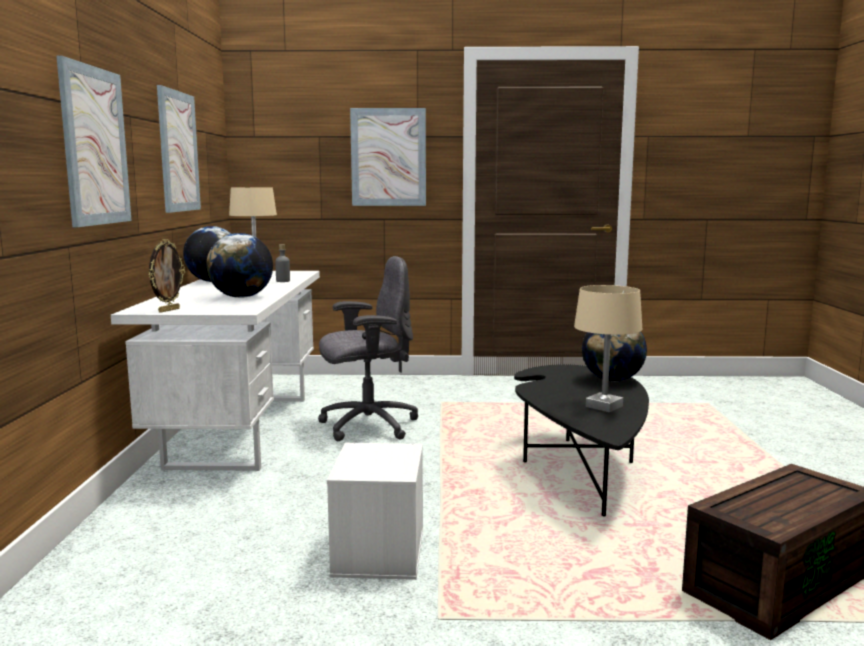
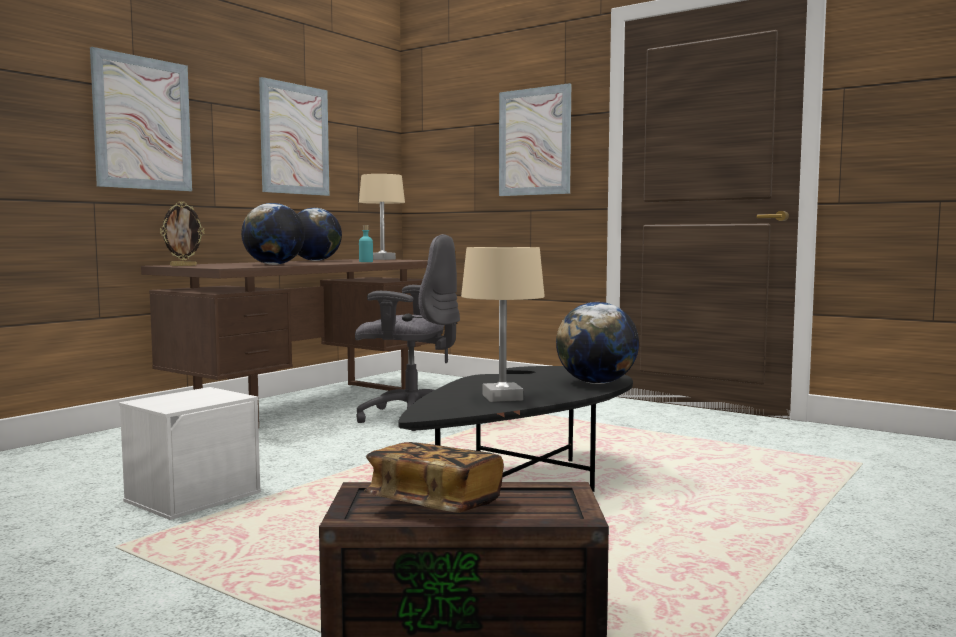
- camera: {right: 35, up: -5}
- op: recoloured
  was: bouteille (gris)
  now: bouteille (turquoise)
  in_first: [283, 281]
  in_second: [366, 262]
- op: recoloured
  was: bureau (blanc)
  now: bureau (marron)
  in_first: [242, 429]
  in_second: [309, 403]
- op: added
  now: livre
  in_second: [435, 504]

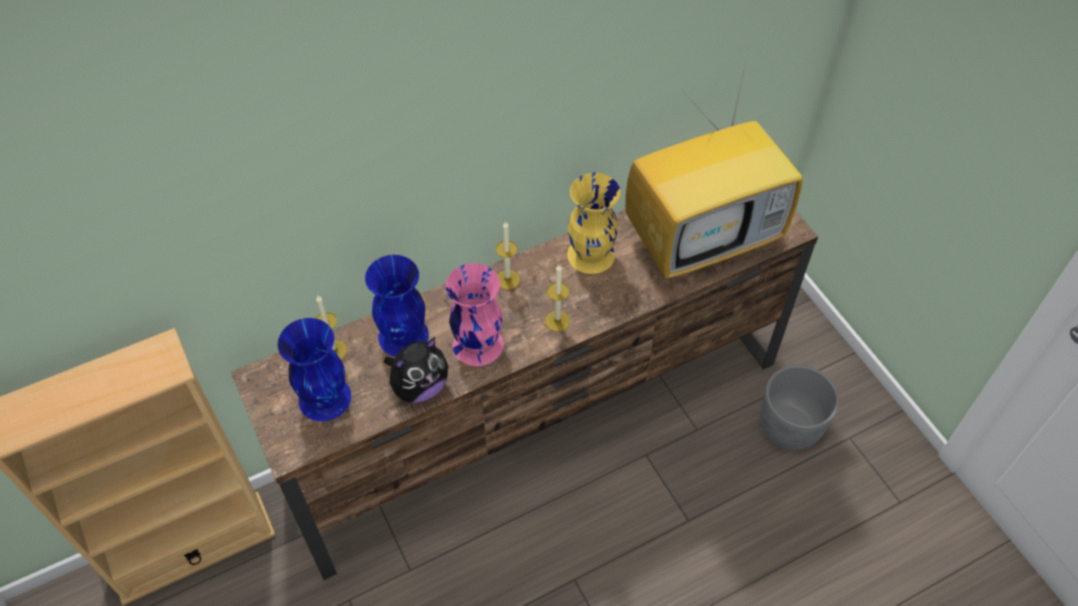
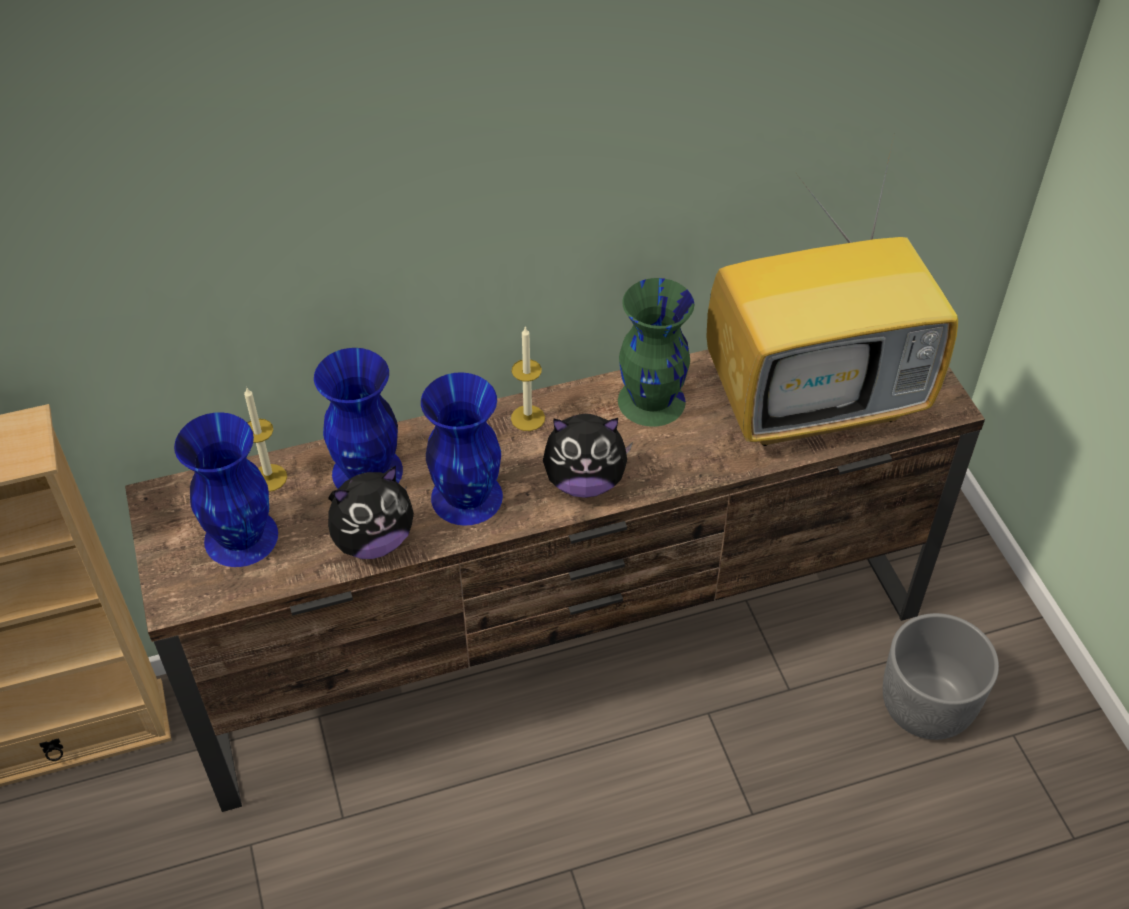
- camera: {right: 10, up: -5}
- op: recoloured
  was: vase (jaune)
  now: vase (vert)
  in_first: [591, 255]
  in_second: [652, 402]
- op: recoloured
  was: vase (rose)
  now: vase (bleu)
  in_first: [477, 343]
  in_second: [466, 495]
- op: replaced
  was: bougie
  now: peluche
  in_first: [557, 321]
  in_second: [584, 481]

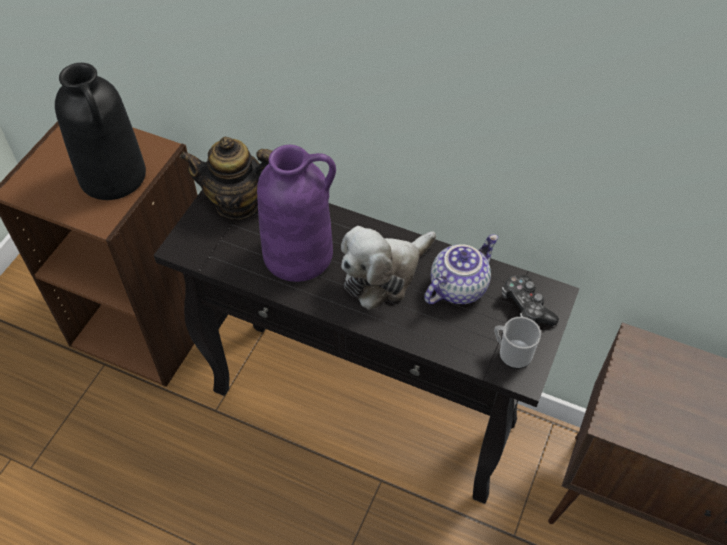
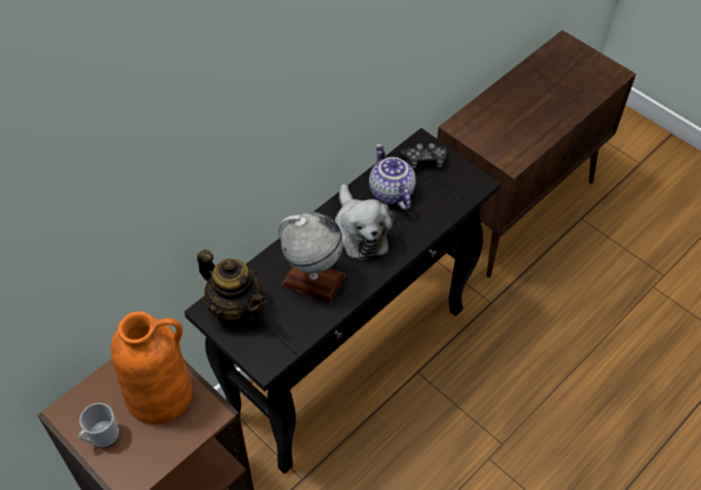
- camera: {right: -70, up: 0}
- op: recoloured
  was: vase (noir)
  now: vase (orange)
  in_first: [114, 176]
  in_second: [160, 394]
- op: turned
  was: théière
  in_first: [238, 202]
  in_second: [236, 308]
  clockwise: -75
- op: replaced
  was: vase (violet)
  now: globe
  in_first: [299, 253]
  in_second: [313, 280]
- op: moved
  was: mug
  in_first: [511, 353]
  in_second: [101, 437]

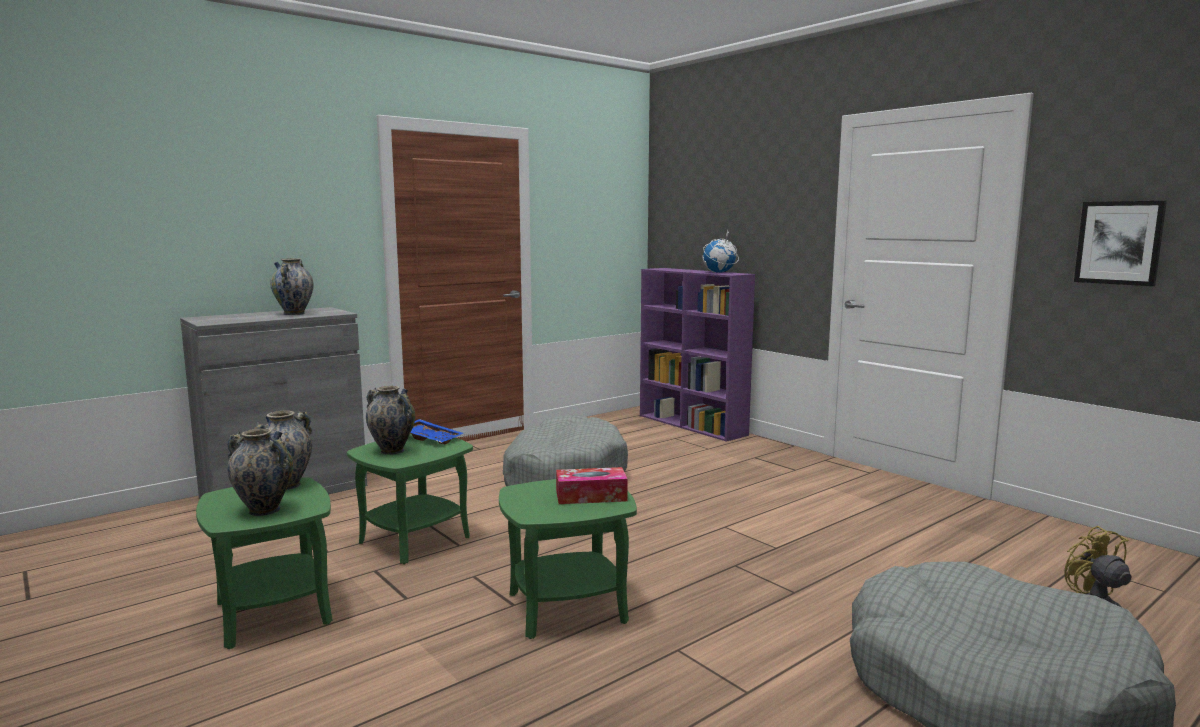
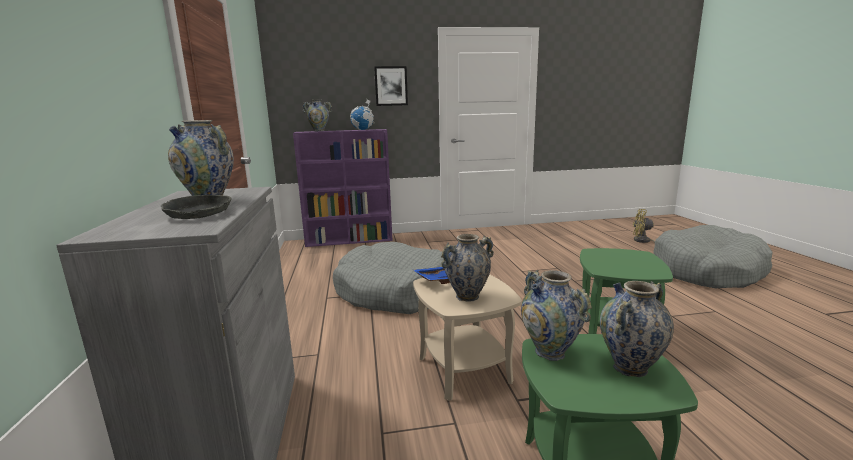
- camera: {right: -60, up: 5}
- op: moved
  was: tableau
  in_first: [1119, 242]
  in_second: [391, 86]
- op: recoloured
  was: table d'appoint (vert)
  now: table d'appoint (beige)
  in_first: [415, 540]
  in_second: [464, 370]
- op: removed
  was: boîte à mouchoirs
  in_first: [591, 496]
- op: added
  now: vase
  in_second: [319, 131]
- op: added
  now: bol (gris)
  in_second: [198, 215]

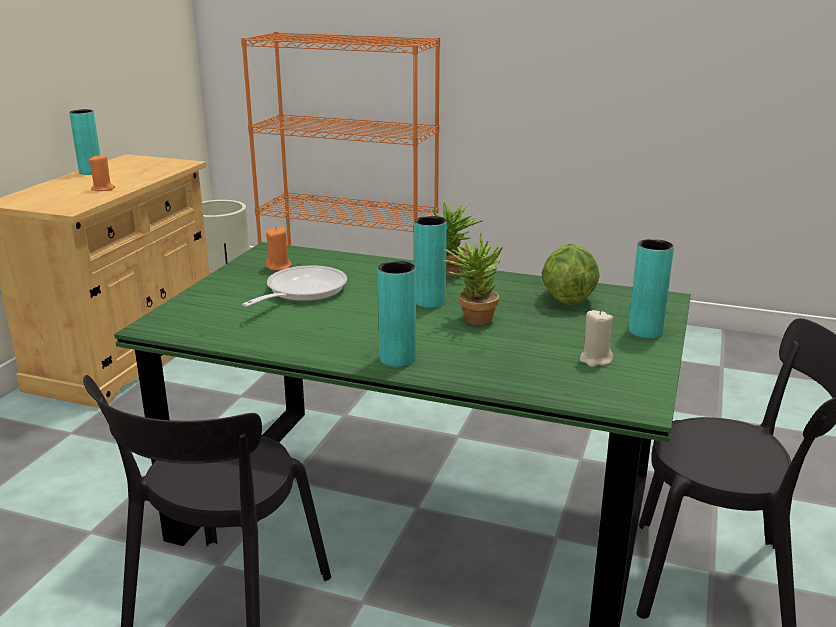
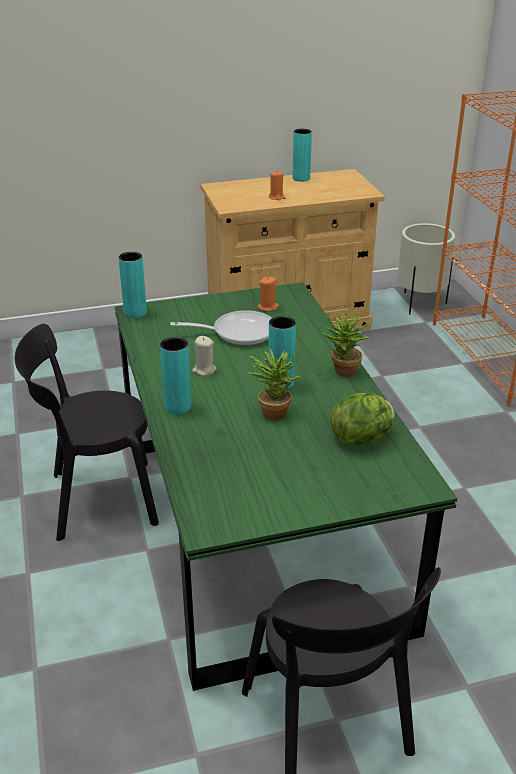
- camera: {right: 55, up: 10}
- op: moved
  was: vase (turquoise)
  in_first: [645, 331]
  in_second: [135, 313]
- op: moved
  was: bougie (beige)
  in_first: [595, 360]
  in_second: [204, 370]

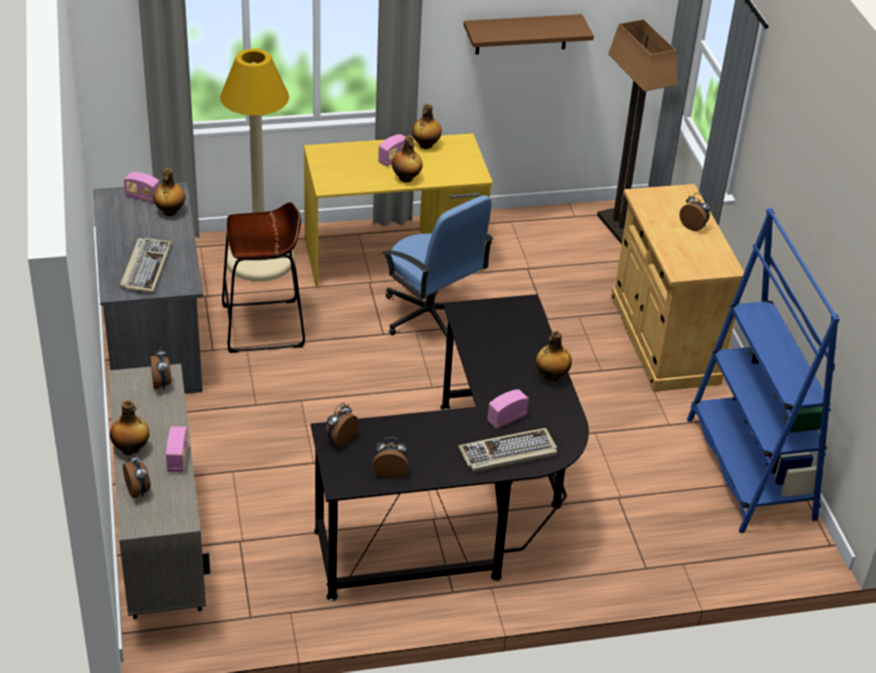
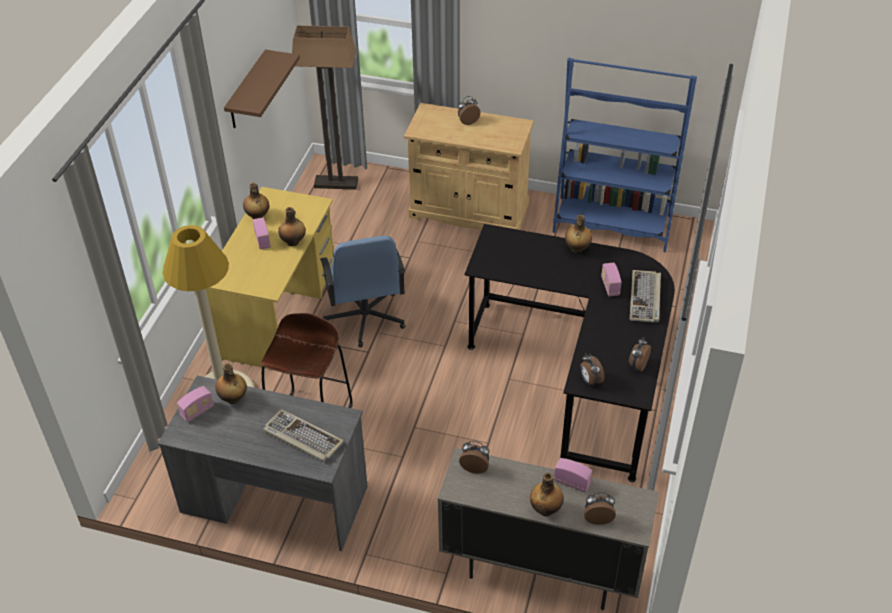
- camera: {right: -60, up: 5}
- op: turned
  was: chaise de bureau (bleu)
  in_first: [430, 316]
  in_second: [365, 318]
  clockwise: 90

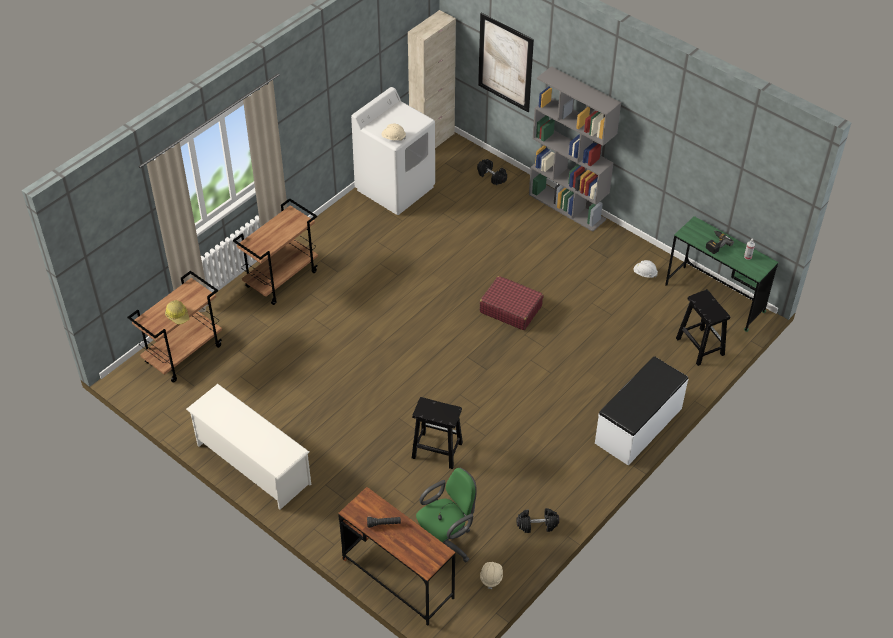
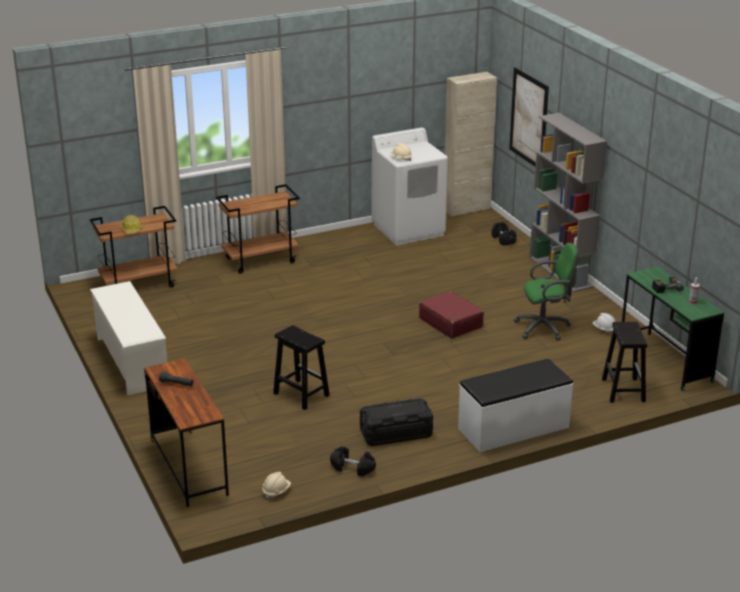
- camera: {right: 25, up: -20}
- op: moved
  was: chaise de bureau (vert)
  in_first: [445, 543]
  in_second: [545, 328]
- op: added
  now: boîte de rangement (noir)
  in_second: [395, 433]

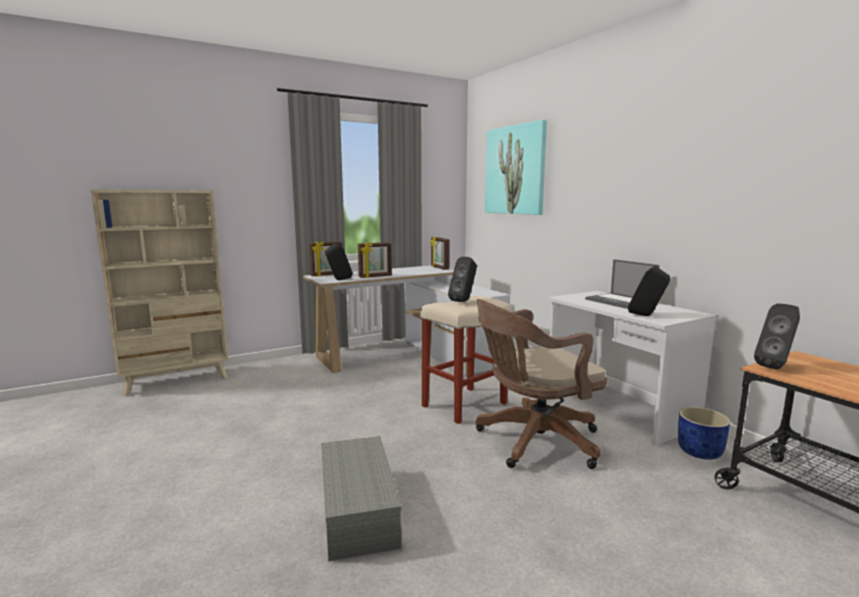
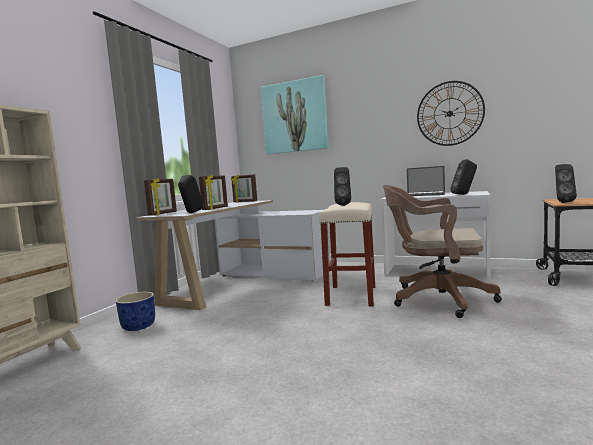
- camera: {right: -35, up: -5}
- op: turned
  was: chaise de bureau (marron)
  in_first: [533, 442]
  in_second: [436, 299]
  clockwise: 75
- op: moved
  was: cache-pot (bleu)
  in_first: [699, 452]
  in_second: [138, 326]
- op: removed
  was: boîte de rangement (gris)
  in_first: [356, 509]
- op: added
  now: horloge murale
  in_second: [449, 113]

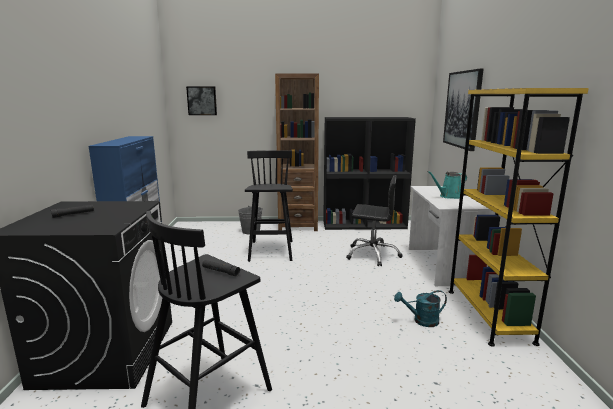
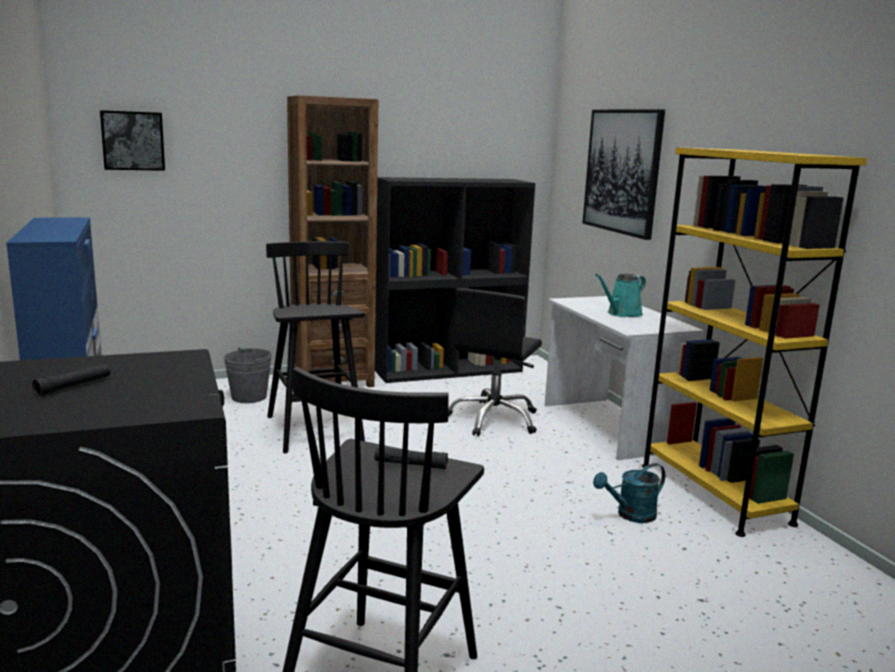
- camera: {right: -20, up: 0}
- op: turned
  was: chaise de bureau (noir)
  in_first: [372, 254]
  in_second: [494, 419]
  clockwise: 120

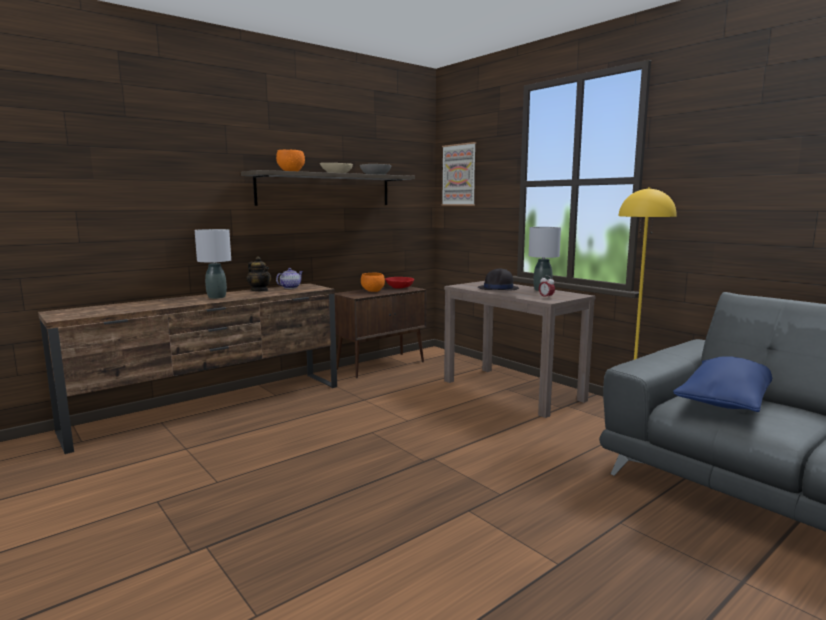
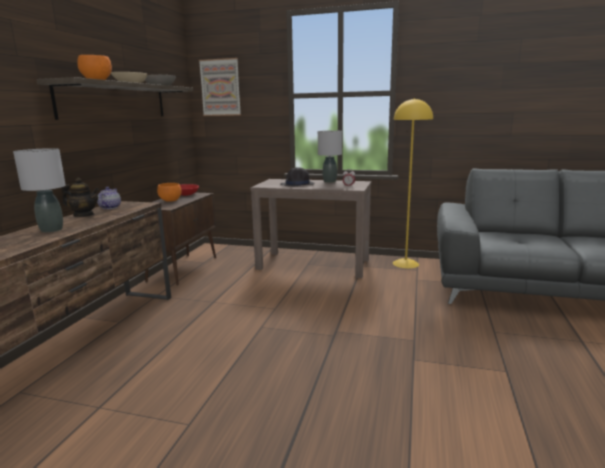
- camera: {right: -35, up: 5}
- op: removed
  was: coussin (bleu)
  in_first: [725, 401]

